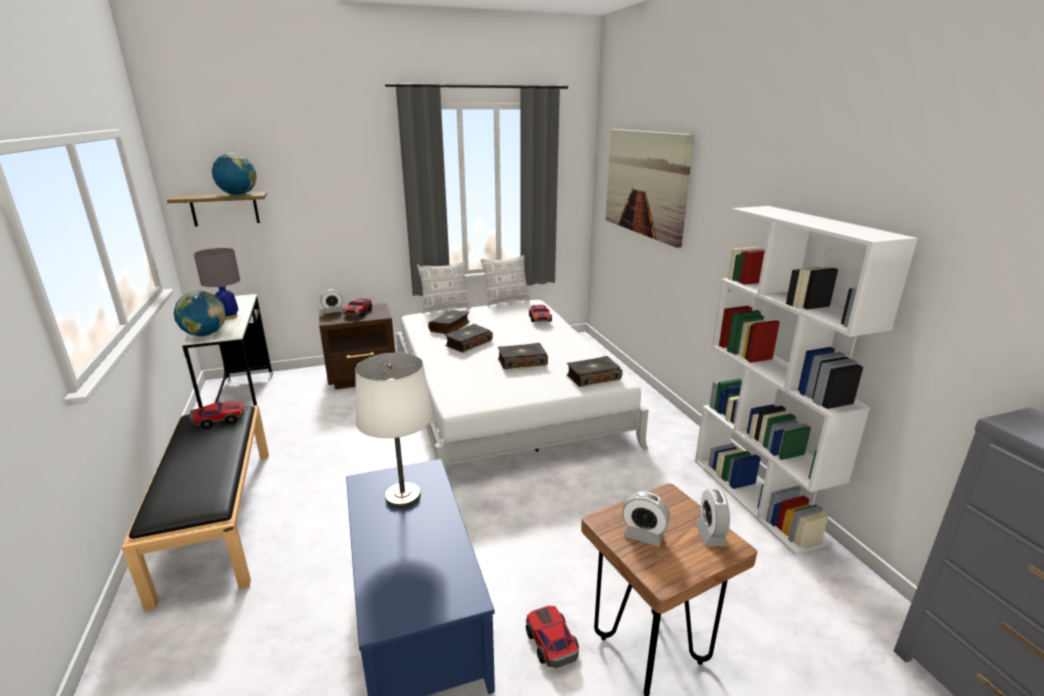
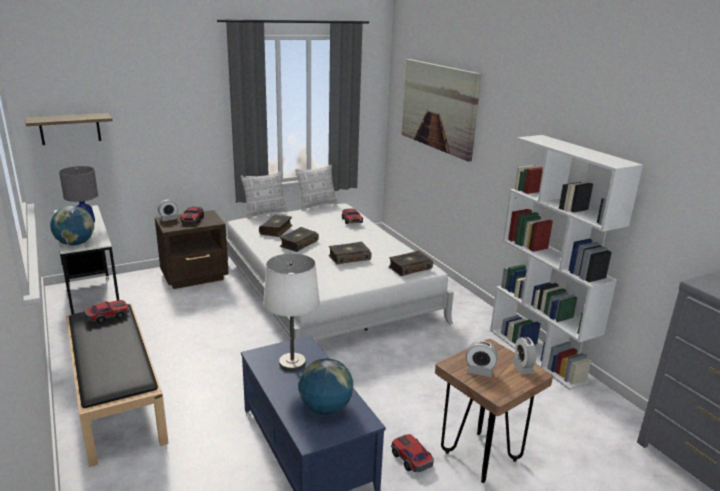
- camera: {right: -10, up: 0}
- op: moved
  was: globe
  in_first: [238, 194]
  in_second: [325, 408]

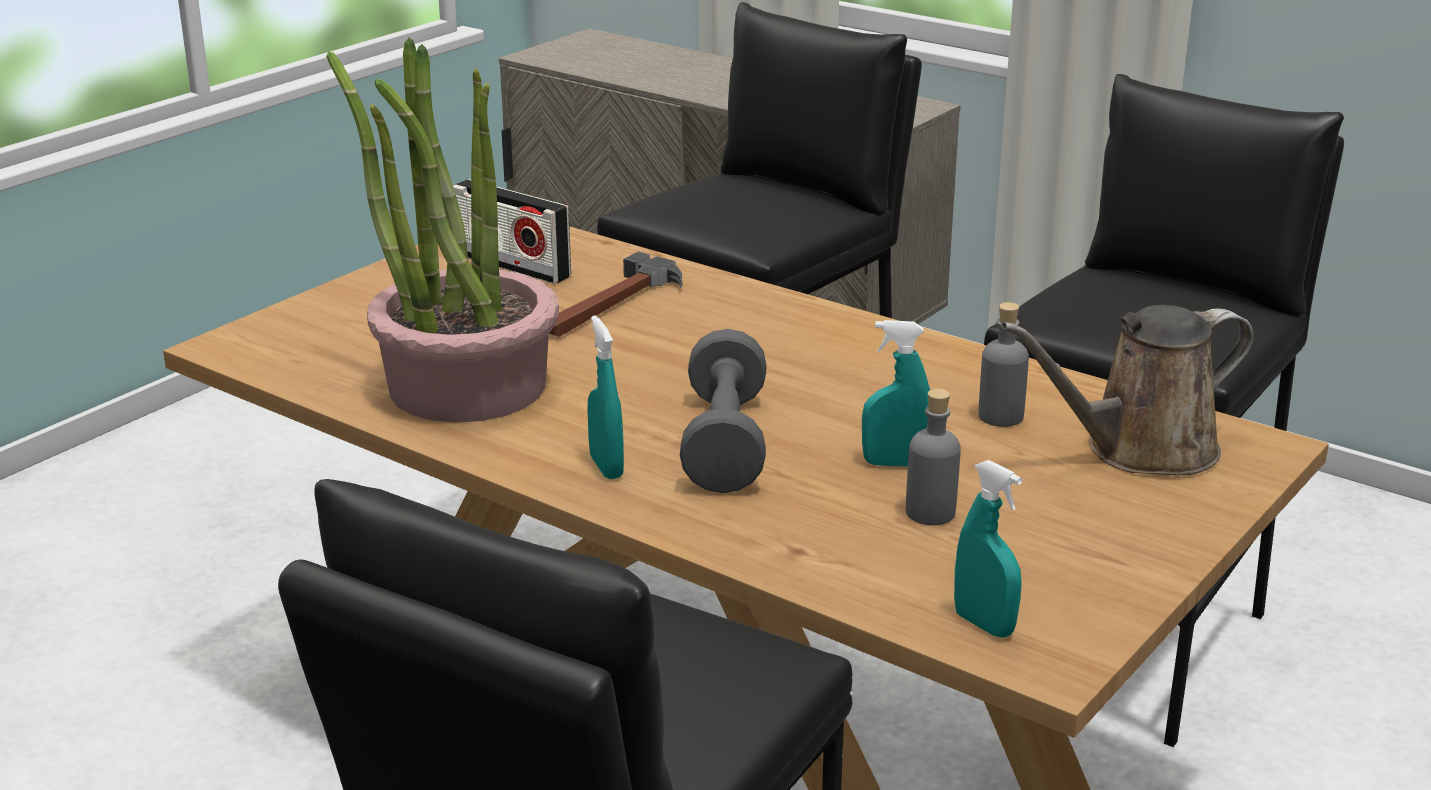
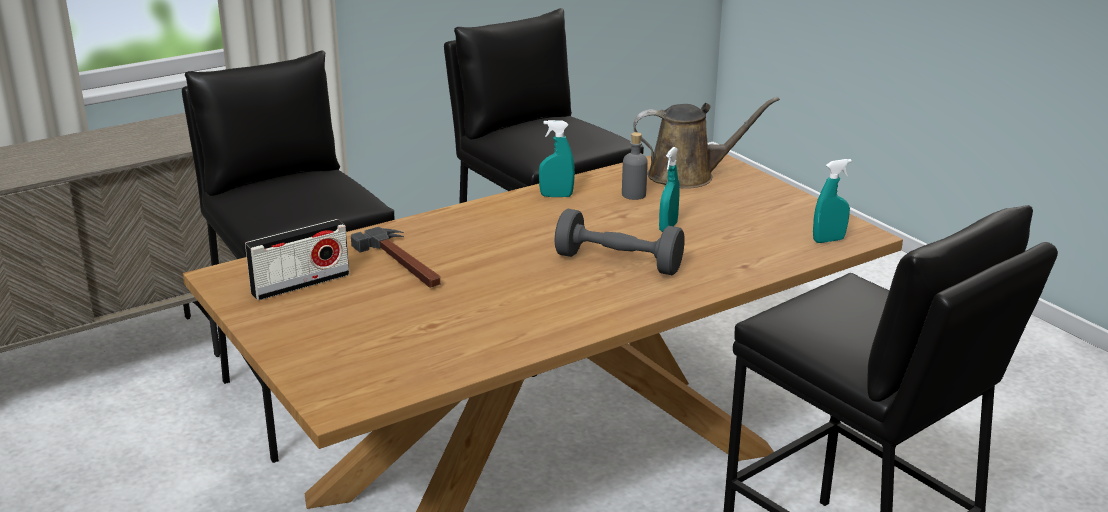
- camera: {right: -70, up: 0}
- op: removed
  was: plante en pot
  in_first: [465, 386]
- op: turned
  was: arrosoir (marron)
  in_first: [1140, 450]
  in_second: [688, 176]
  clockwise: -90
- op: moved
  was: vaporisateur (turquoise)
  in_first: [606, 467]
  in_second: [556, 196]
- op: removed
  was: bouteille (gris)
  in_first: [930, 512]

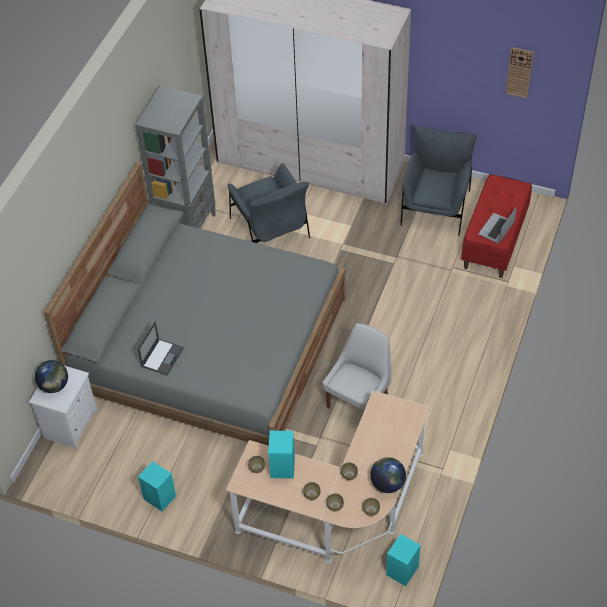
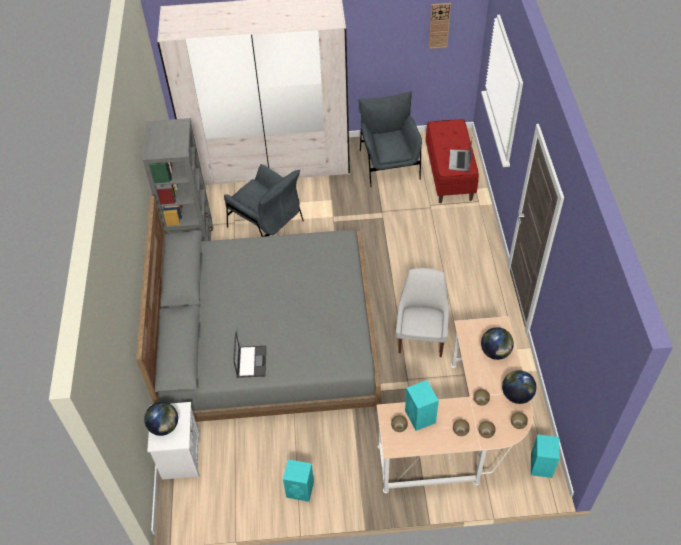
- camera: {right: -25, up: 0}
- op: added
  now: globe
  in_second: [495, 352]

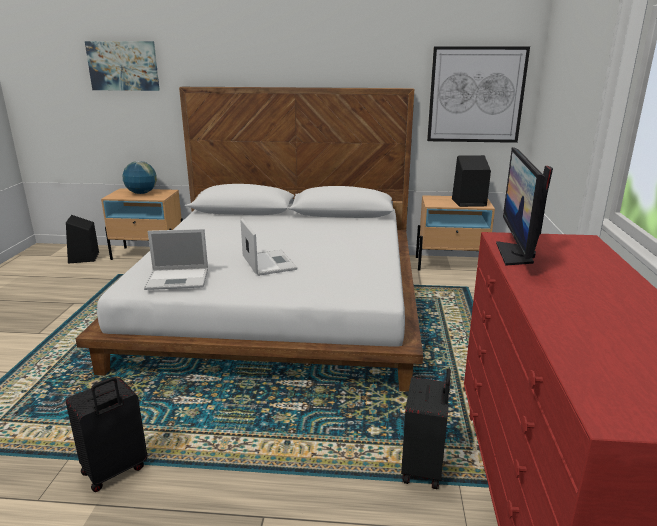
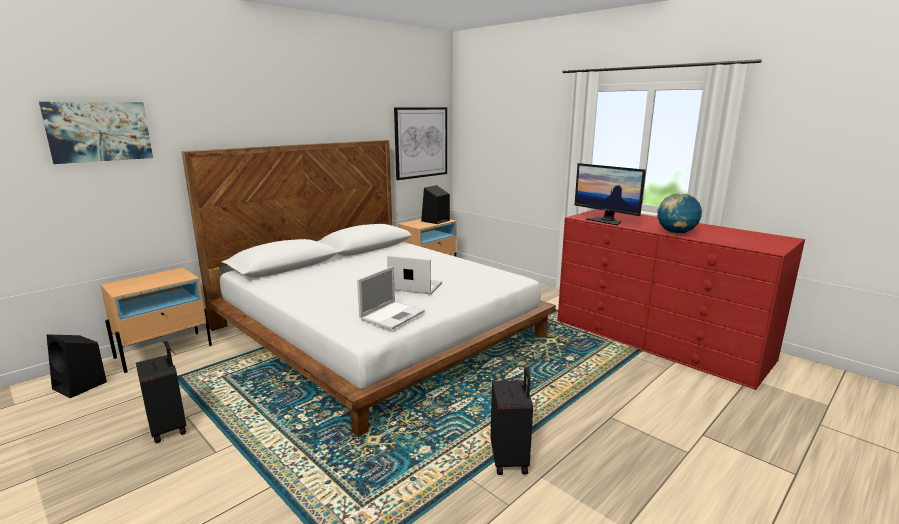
- camera: {right: -50, up: -5}
- op: moved
  was: globe
  in_first: [141, 193]
  in_second: [676, 233]
- op: moved
  was: valise (noir)
  in_first: [424, 468]
  in_second: [169, 428]

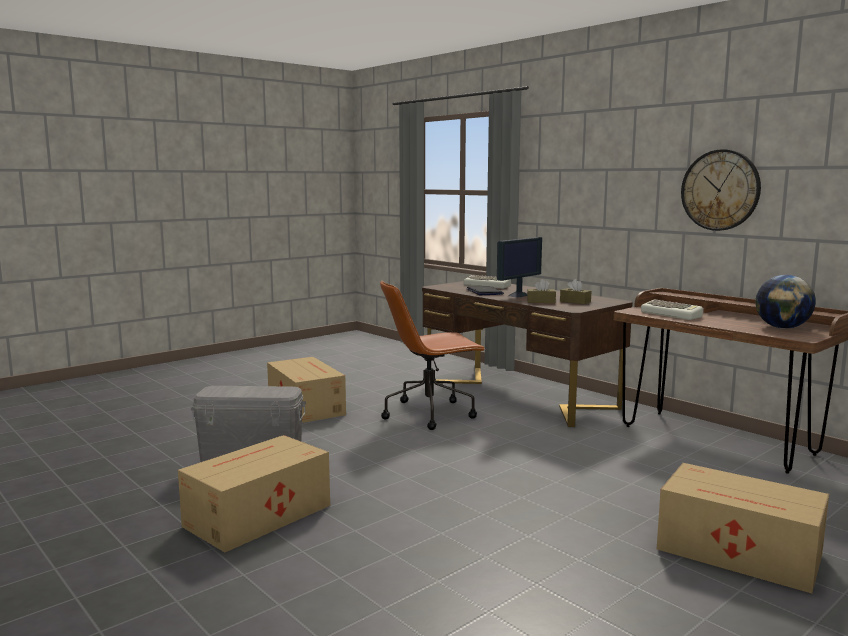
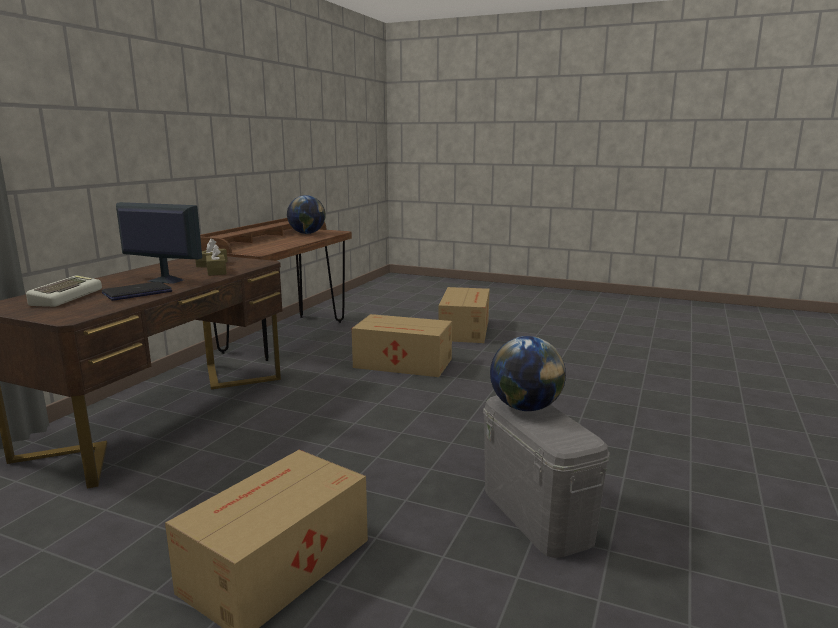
- camera: {right: -115, up: 5}
- op: removed
  was: horloge murale
  in_first: [720, 190]
- op: removed
  was: chaise de bureau (marron)
  in_first: [430, 413]
- op: removed
  was: clavier
  in_first: [672, 315]
- op: moved
  was: carton
  in_first: [255, 516]
  in_second: [404, 363]
- op: added
  now: globe
  in_second: [525, 407]

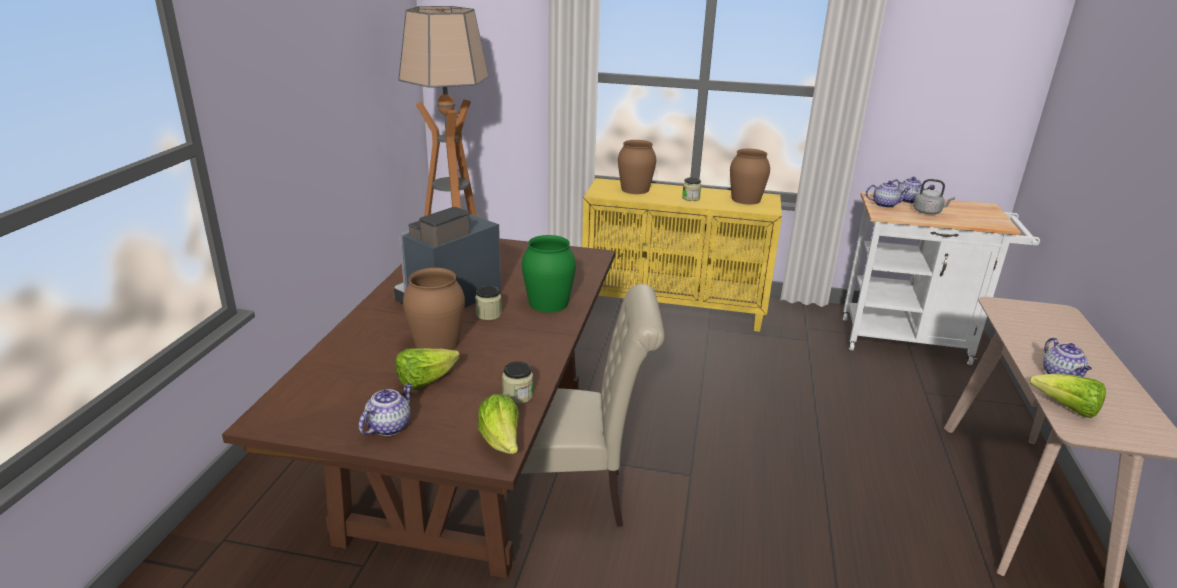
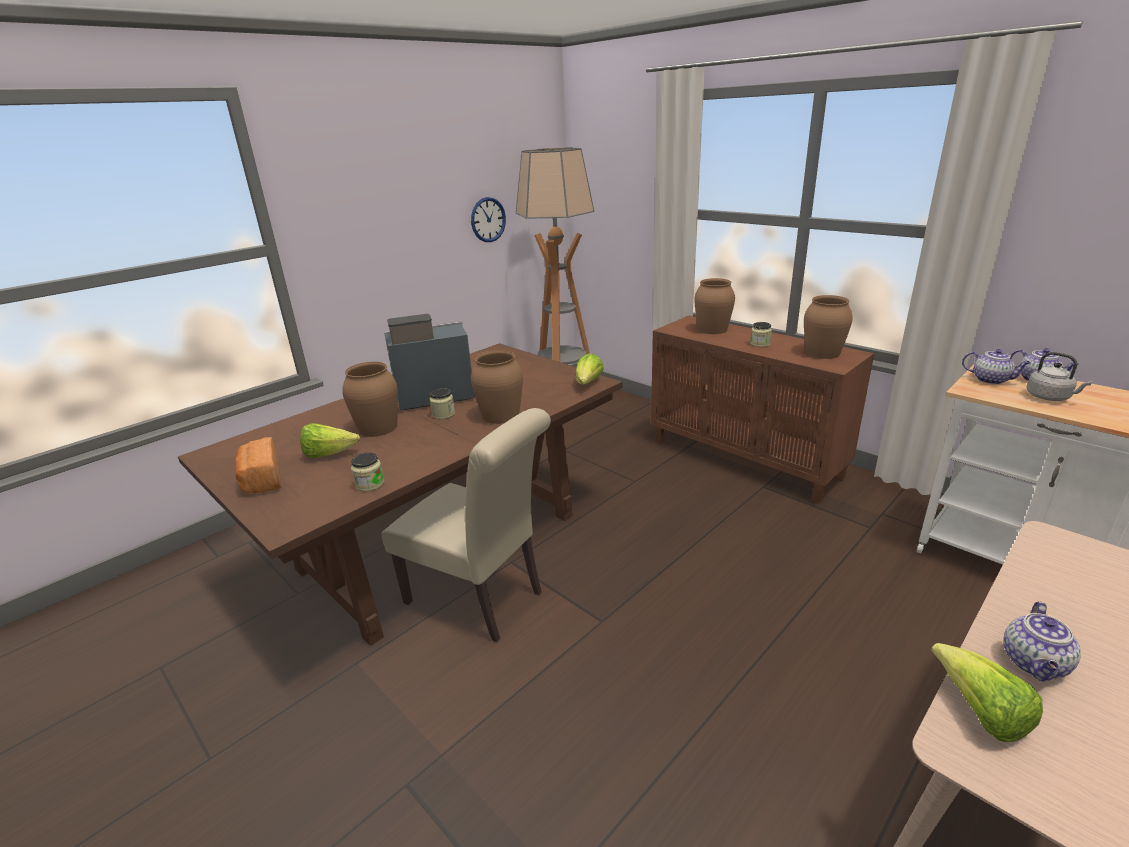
- camera: {right: 35, up: 0}
- op: recoloured
  was: meuble de rangement (jaune)
  now: meuble de rangement (marron)
  in_first: [674, 308]
  in_second: [745, 459]
- op: recoloured
  was: vase (vert)
  now: vase (marron)
  in_first: [548, 303]
  in_second: [501, 415]
- op: replaced
  was: théière
  now: pain
  in_first: [389, 426]
  in_second: [261, 480]
- op: moved
  was: laitue
  in_first: [501, 442]
  in_second: [588, 384]
- op: added
  now: horloge murale
  in_second: [488, 219]

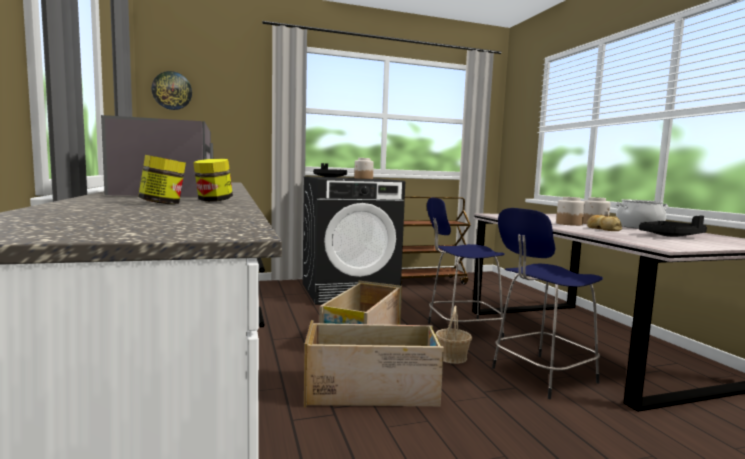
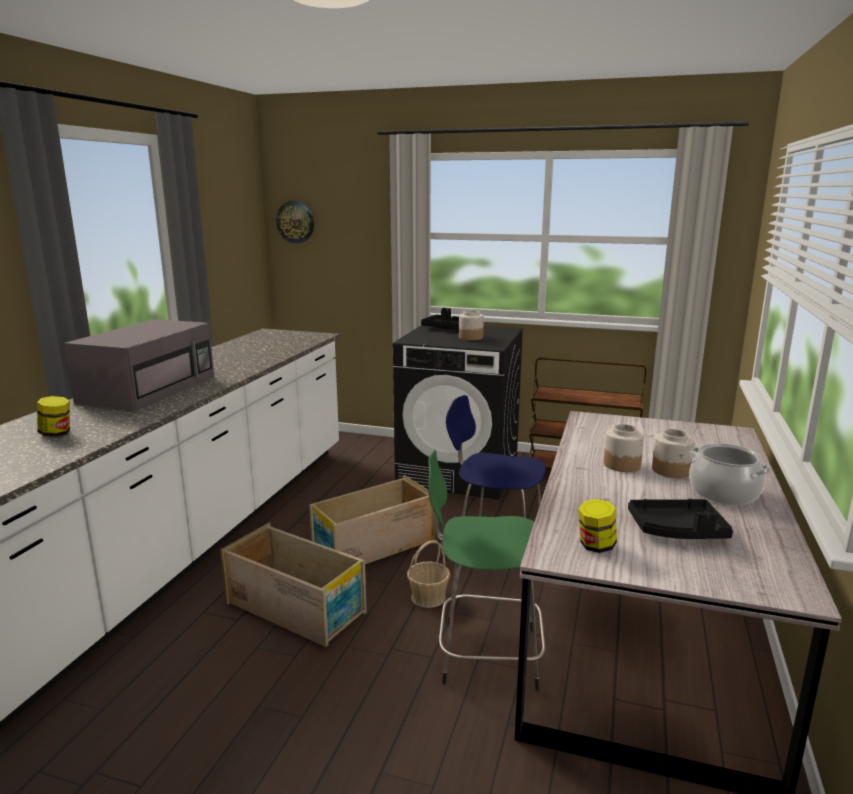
- camera: {right: 35, up: 10}
- op: moved
  was: bocal
  in_first: [213, 201]
  in_second: [595, 546]
- op: recoloured
  was: tabouret (bleu)
  now: tabouret (vert)
  in_first: [541, 376]
  in_second: [485, 655]
- op: removed
  was: pain
  in_first: [603, 229]

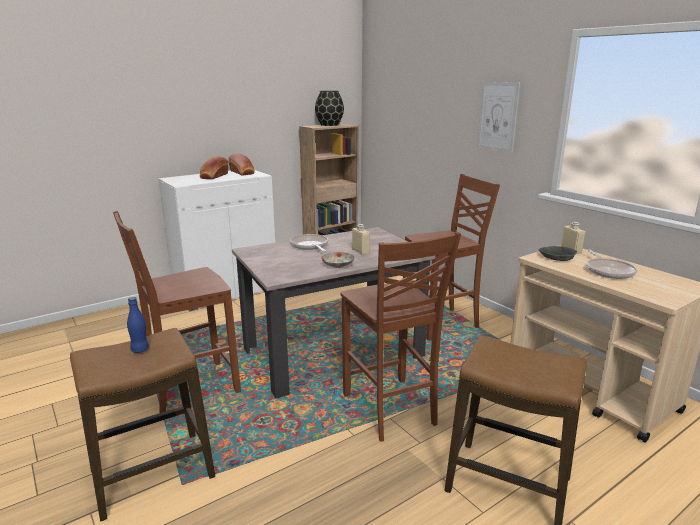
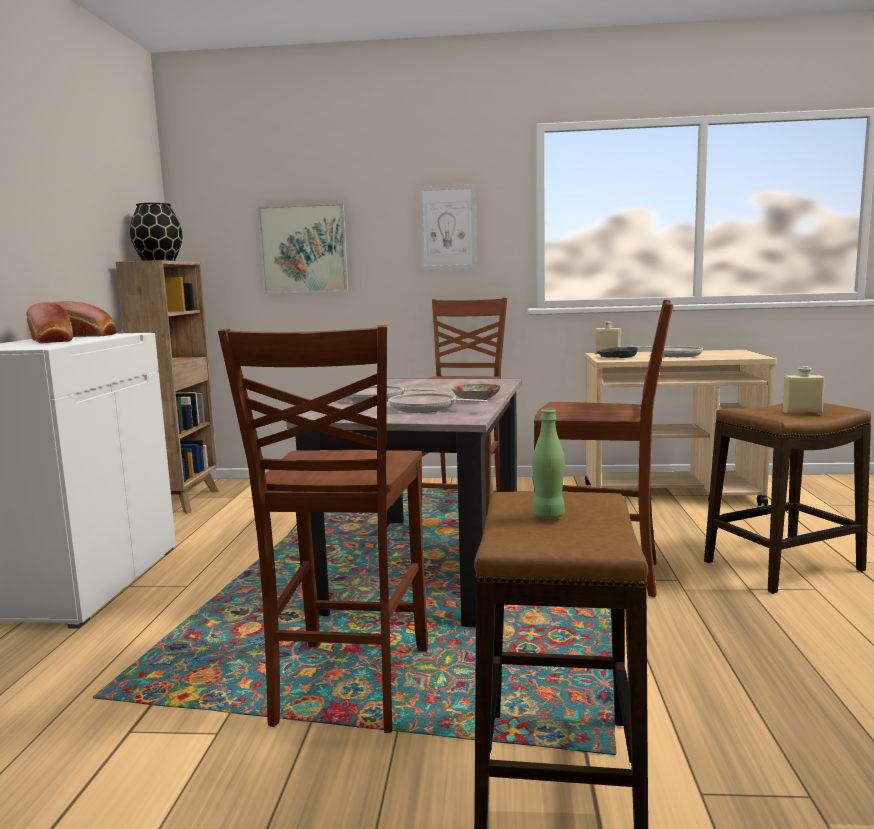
- camera: {right: -50, up: -10}
- op: moved
  was: bouteille (beige)
  in_first: [360, 251]
  in_second: [802, 412]
- op: recoloured
  was: bouteille (bleu)
  now: bouteille (vert)
  in_first: [140, 350]
  in_second: [548, 515]
- op: added
  now: tableau
  in_second: [304, 249]
- op: added
  now: poêle
  in_second: [426, 408]

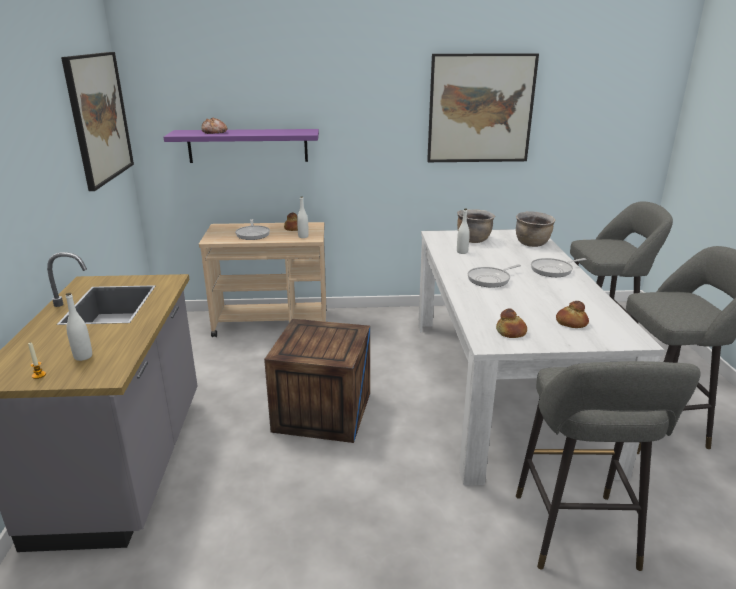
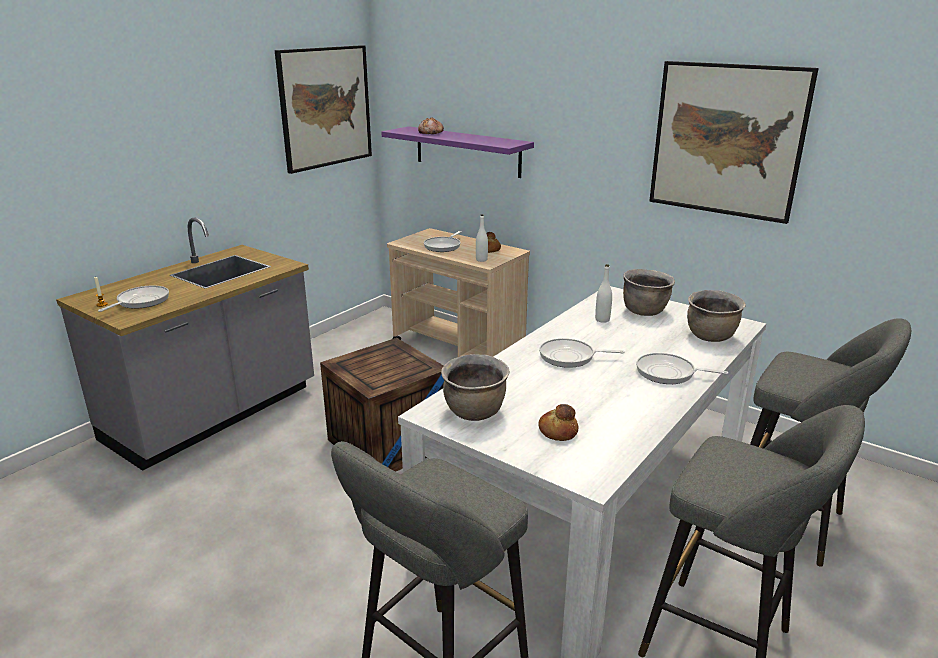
- camera: {right: 40, up: 0}
- op: replaced
  was: bouteille (blanc)
  now: poêle
  in_first: [83, 356]
  in_second: [141, 301]
- op: replaced
  was: pain
  now: marmite (marron)
  in_first: [511, 332]
  in_second: [475, 412]

